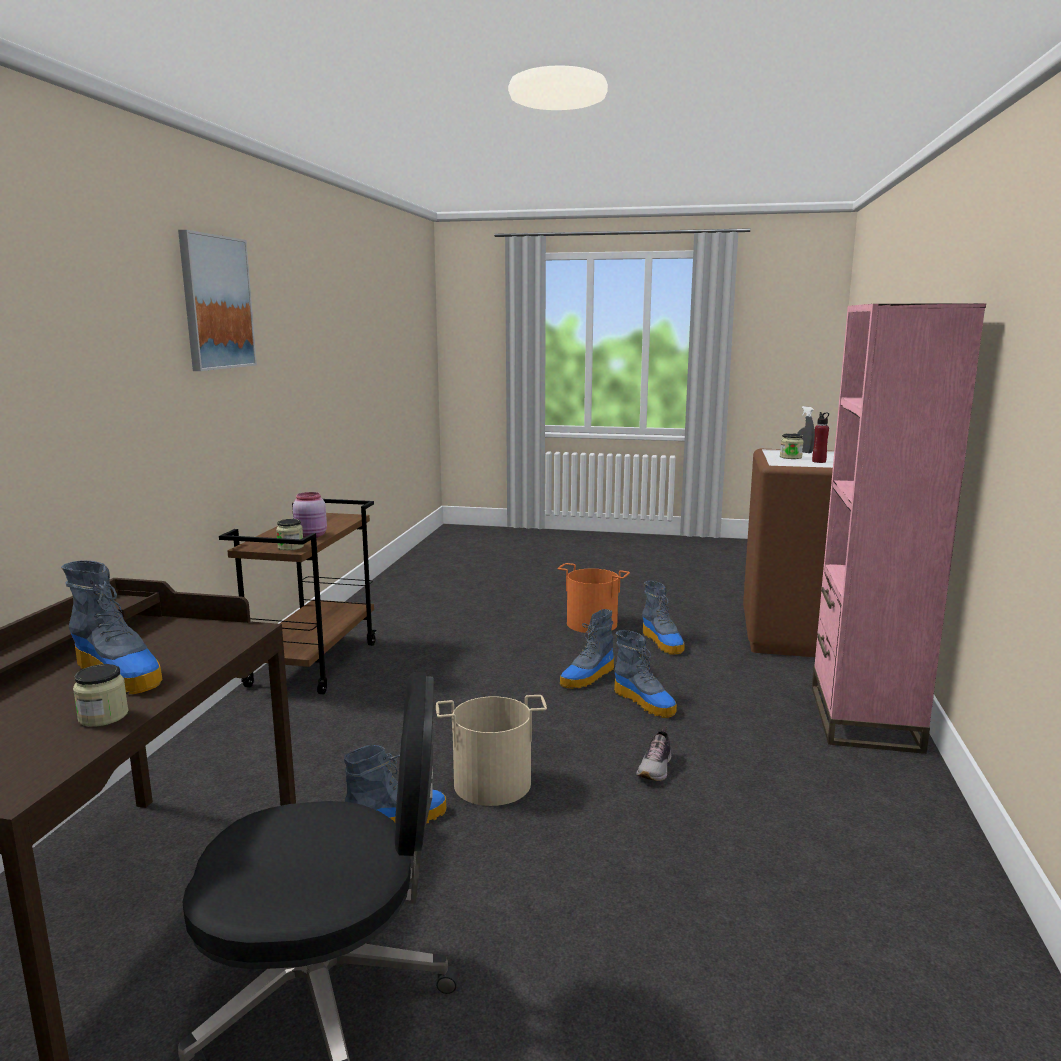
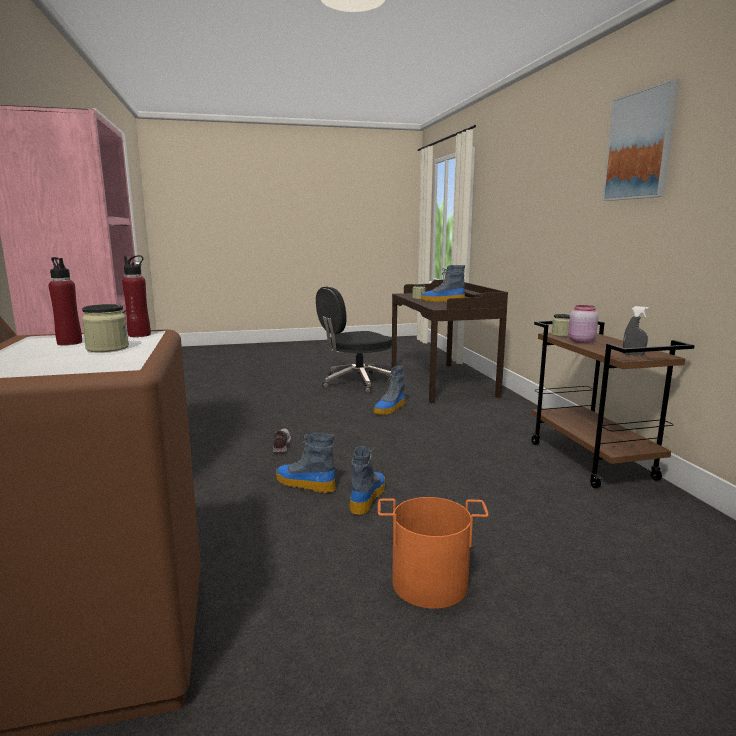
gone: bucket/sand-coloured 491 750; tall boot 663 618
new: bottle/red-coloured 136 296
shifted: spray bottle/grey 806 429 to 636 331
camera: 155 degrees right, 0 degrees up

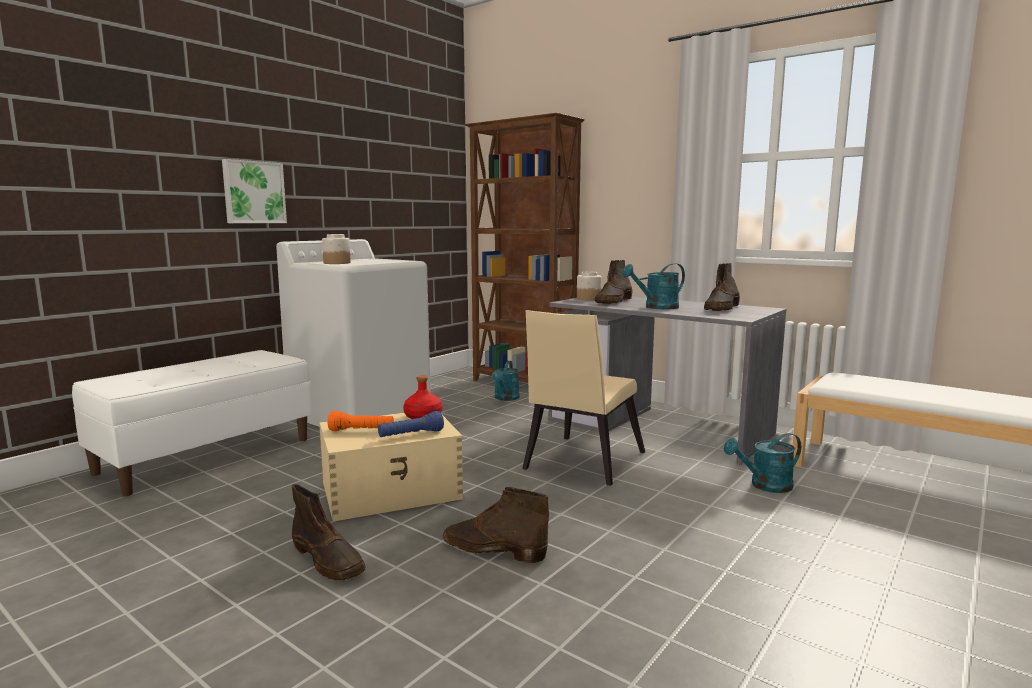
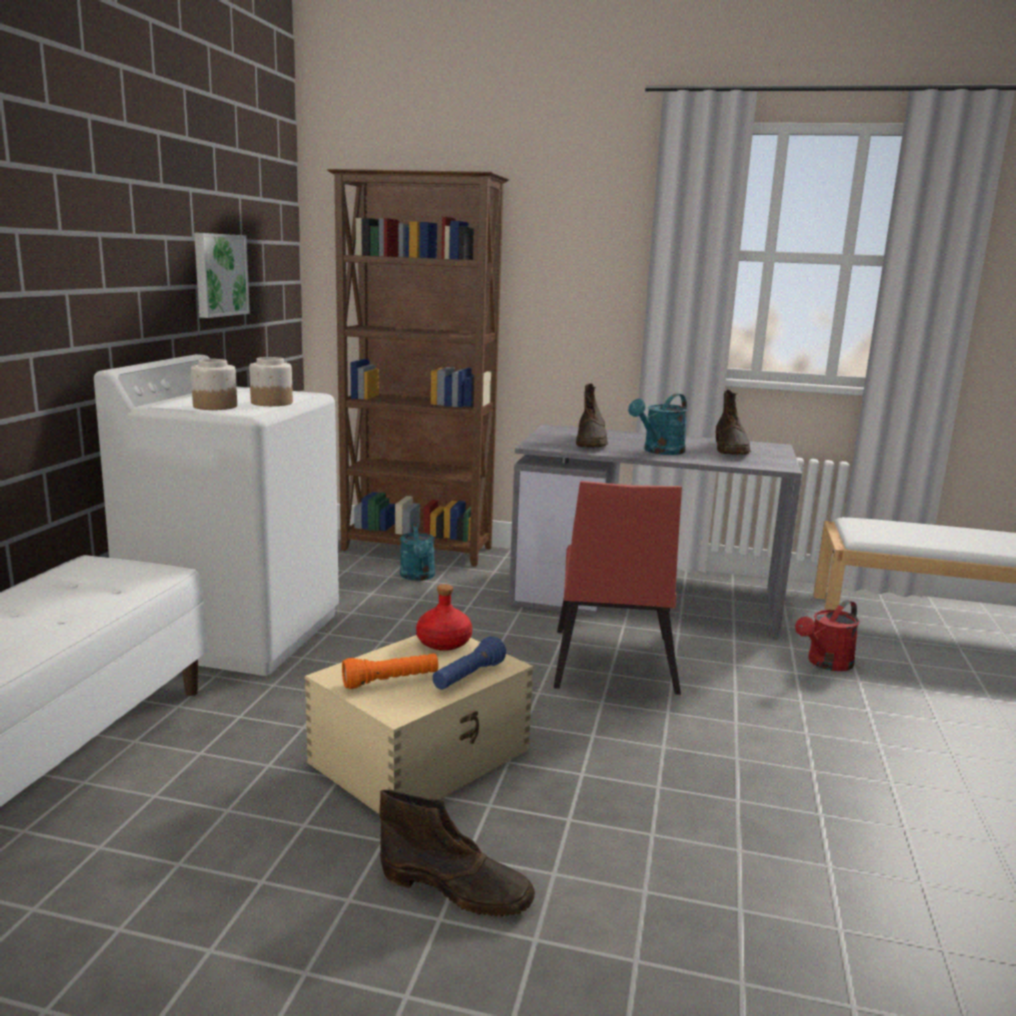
gone: tall boot/brown 496 525
shifted: wall art 254 191 to 222 275; storage jar 589 286 to 271 381
repainted: chair/sand-coloured 583 398 to chair/red-coloured 618 588; watering pot/turquoise 762 463 to watering pot/red-coloured 827 635
camera: 25 degrees left, 5 degrees up

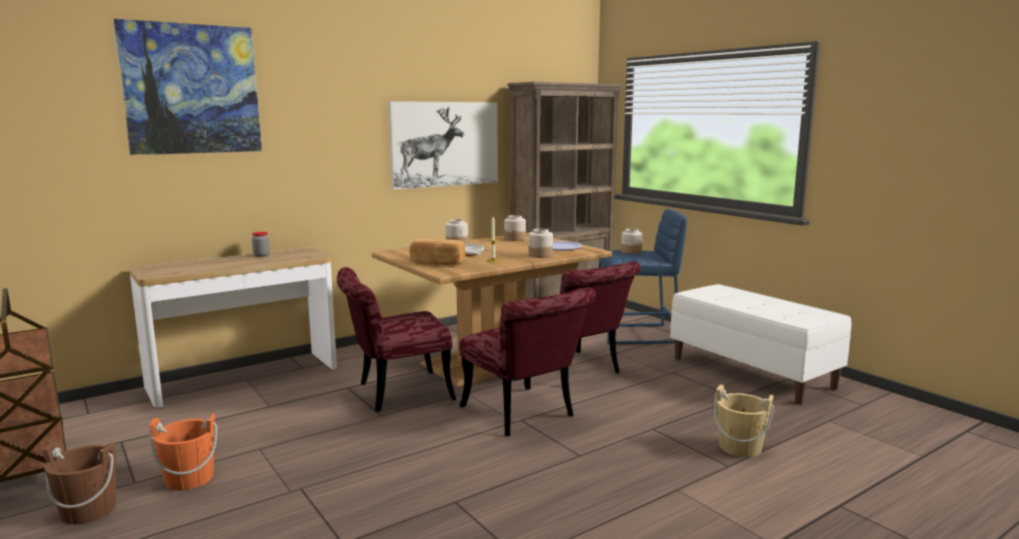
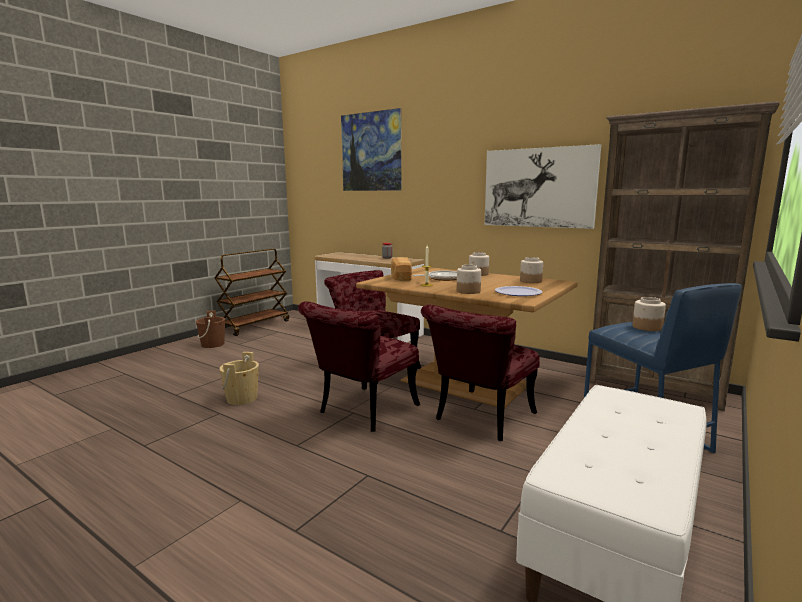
gone: bucket/orange 183 452
shifted: bucket/sand-coloured 744 421 to 239 378
camera: 70 degrees right, 0 degrees up

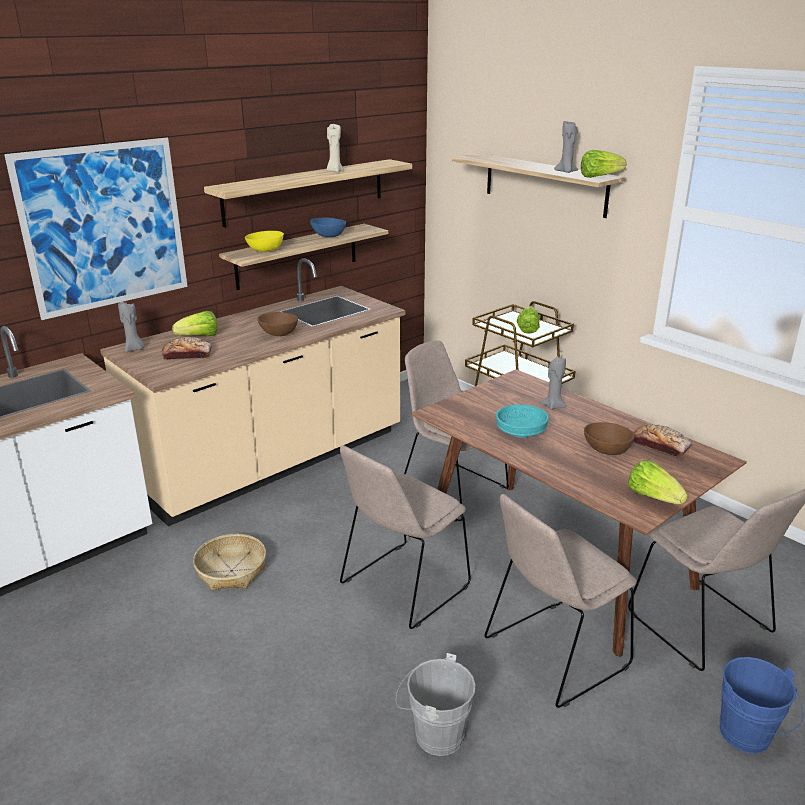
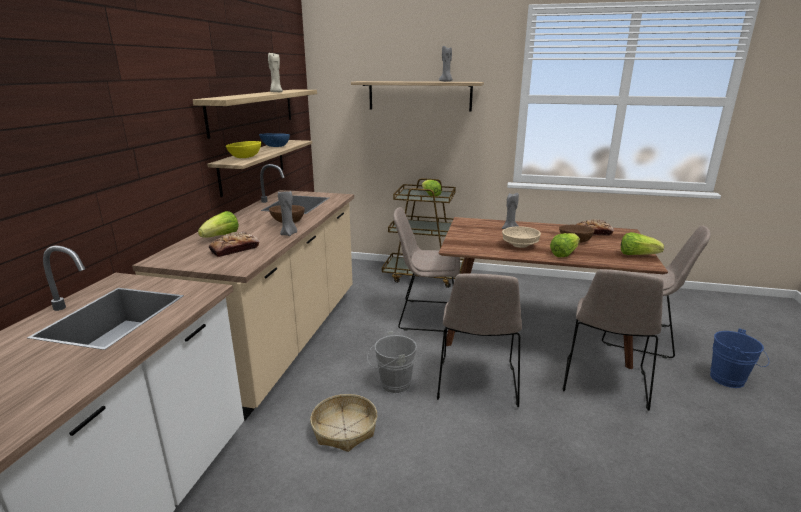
gone: wall art 96 229
shifted: wax light/grey 131 327 to 287 212; bucket/grey 436 704 to 392 362; lettuce head 603 164 to 565 245
repainted: bowl/turquoise 522 421 to bowl/sand-coloured 521 237
camera: 35 degrees left, 5 degrees down

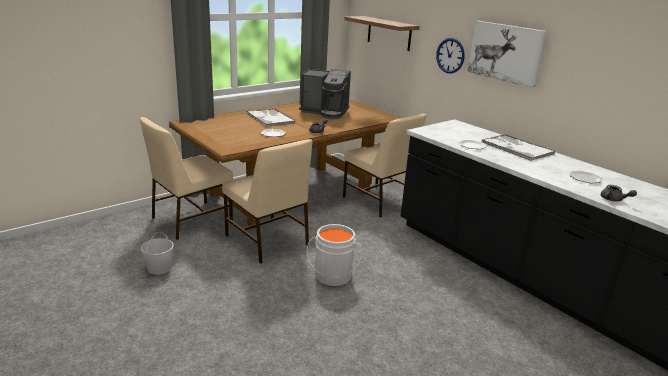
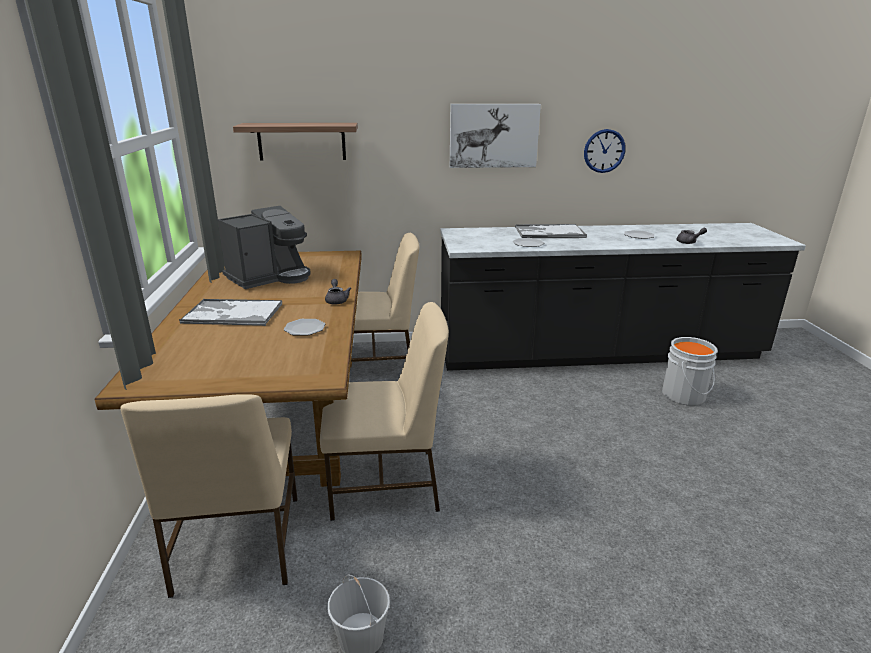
shifted: bucket/grey 334 255 to 690 371; hanging clock 450 55 to 605 151
camera: 55 degrees left, 0 degrees up

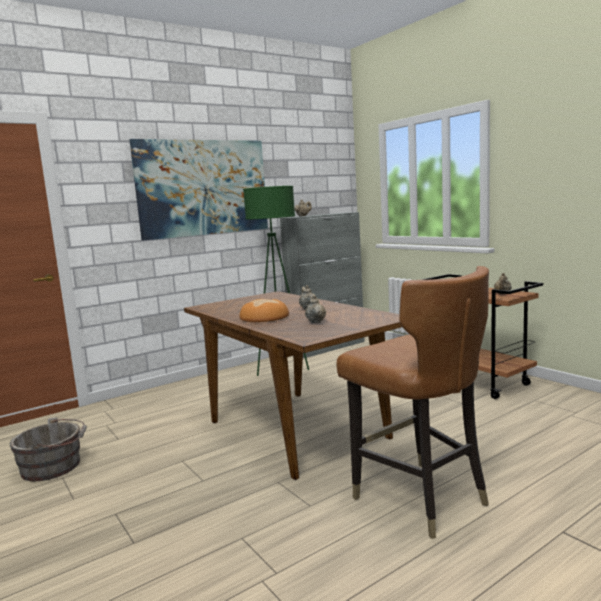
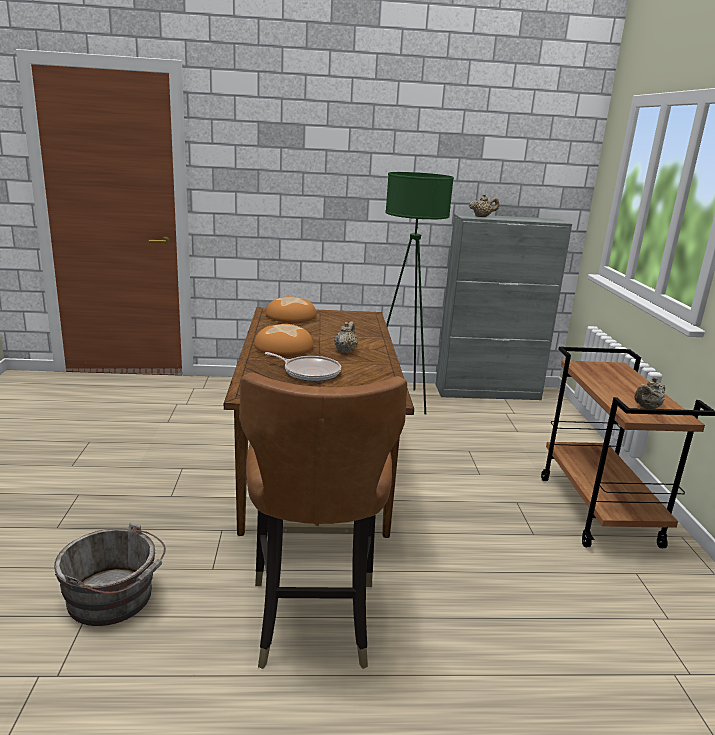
gone: wall art 198 190
new: bread 291 309
shifted: bucket/grey 48 449 to 110 574
swapped: teapot/sand-coloured 315 309 to pan 302 366
camera: 30 degrees right, 10 degrees up

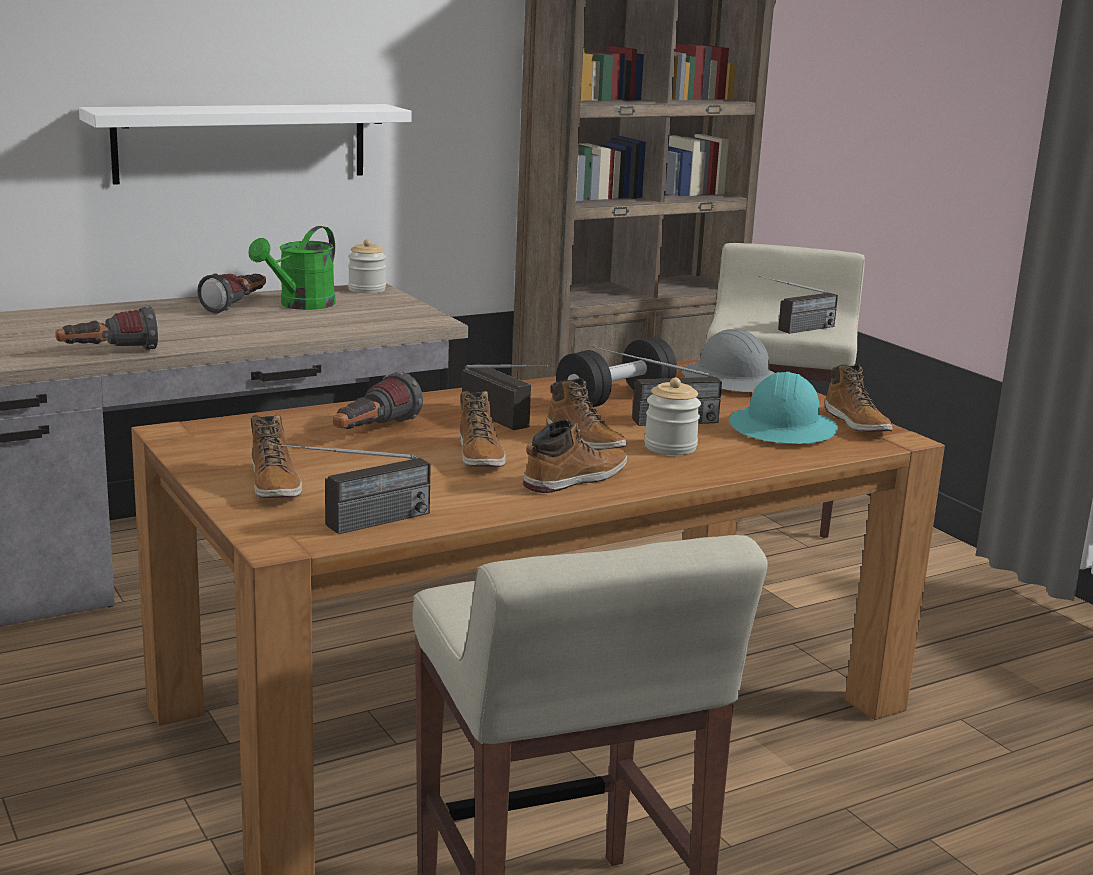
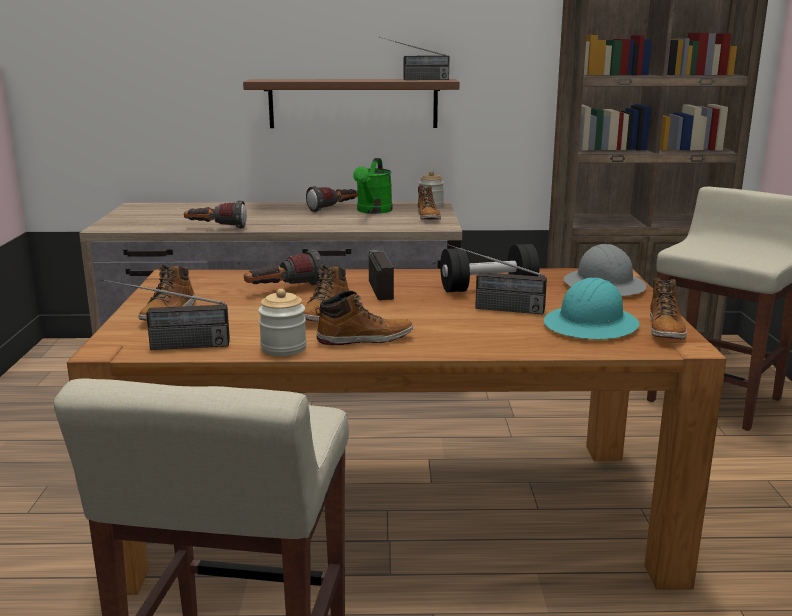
shifted: tall boot 587 414 to 429 202; storage jar 672 416 to 282 322; radio set 798 305 to 414 58
repainted: shelf/white-coloured 245 144 to shelf/brown 351 103
rotated: watering pot/green 292 268 = 373 186 45 degrees counterclockwise
camera: 30 degrees right, 0 degrees up

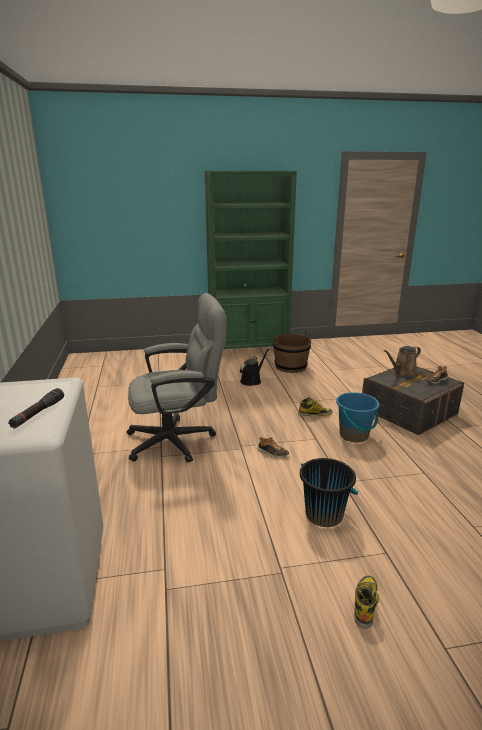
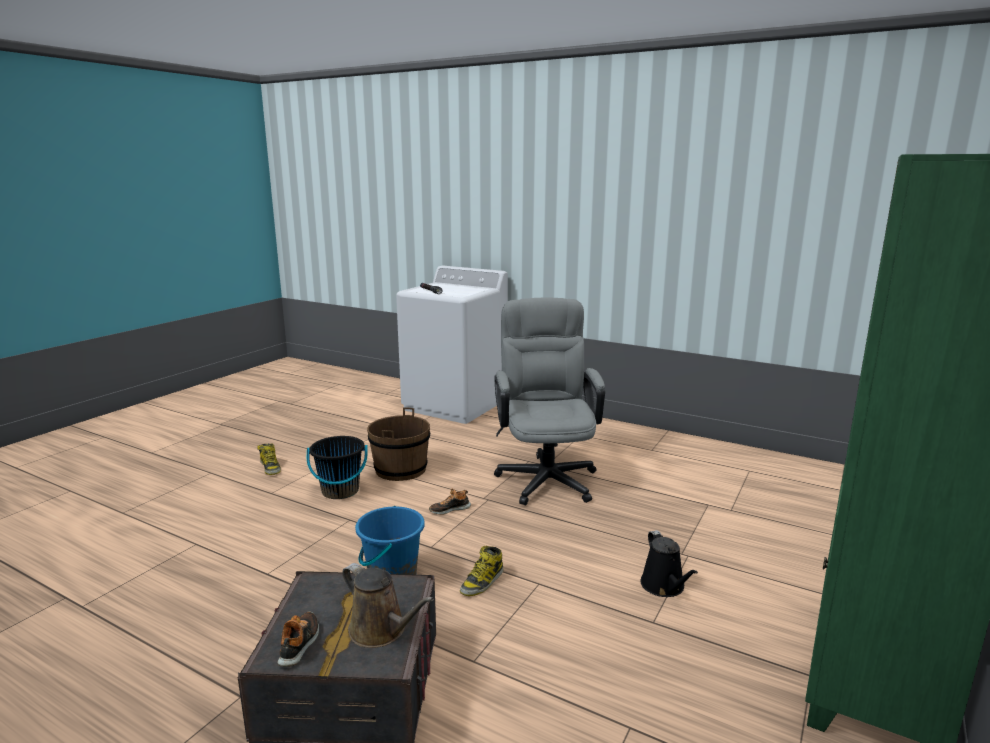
shifted: bucket/brown 292 352 to 398 444
rotated: computer chair/grey 176 378 = 549 401 150 degrees clockwise; watering pot/brown 402 361 = 388 605 120 degrees clockwise
camera: 130 degrees right, 5 degrees down

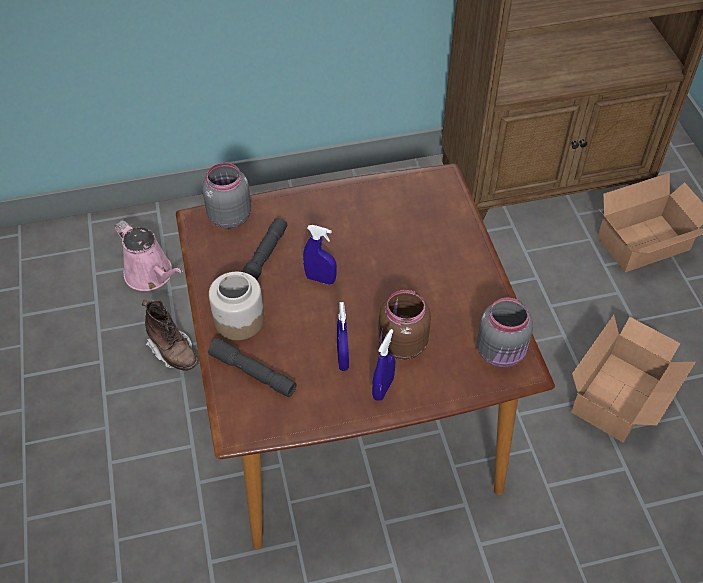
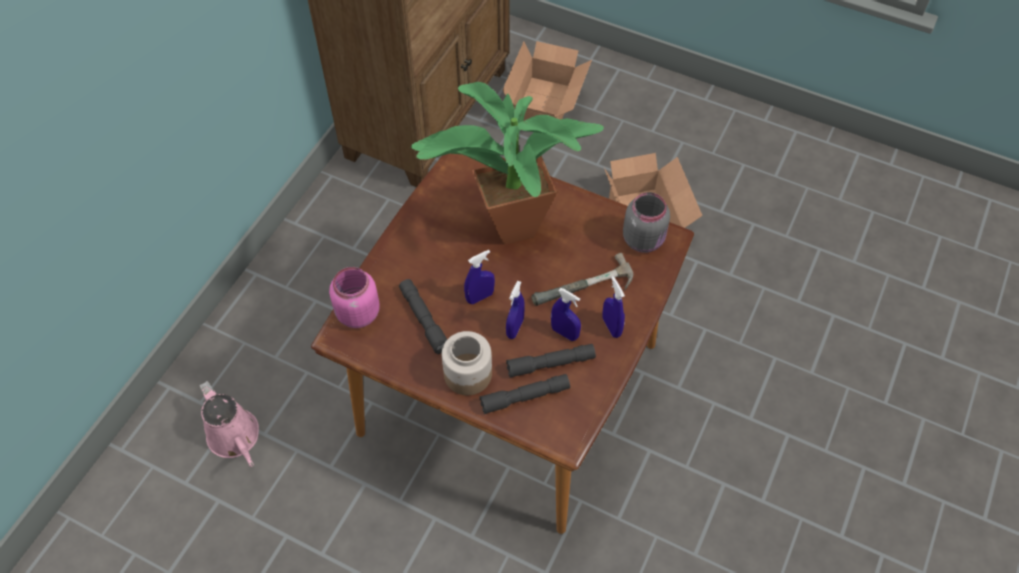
gone: tall boot/brown 170 335
new: plant in a pot 507 163; spray bottle/blue 515 310; torch/grey 551 361
swapped: storage jar/brown 404 325 to hand hammer 582 279
repainted: storage jar/grey 226 196 to storage jar/pink-coloured 354 297
rotated: watering pot/pink-coloured 149 255 = 229 424 60 degrees clockwise
camera: 50 degrees left, 5 degrees up

